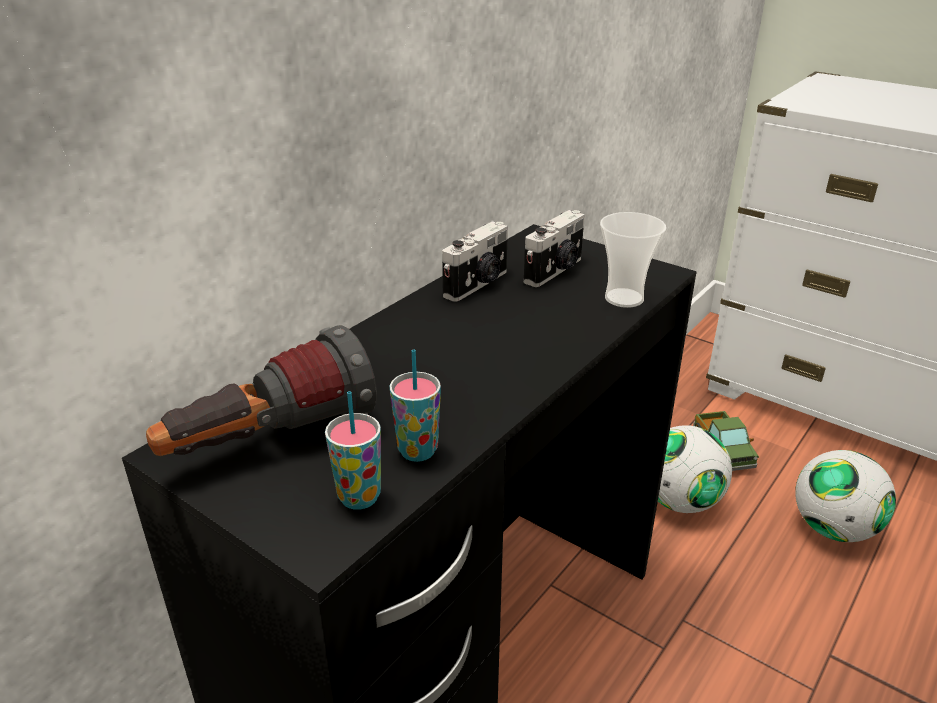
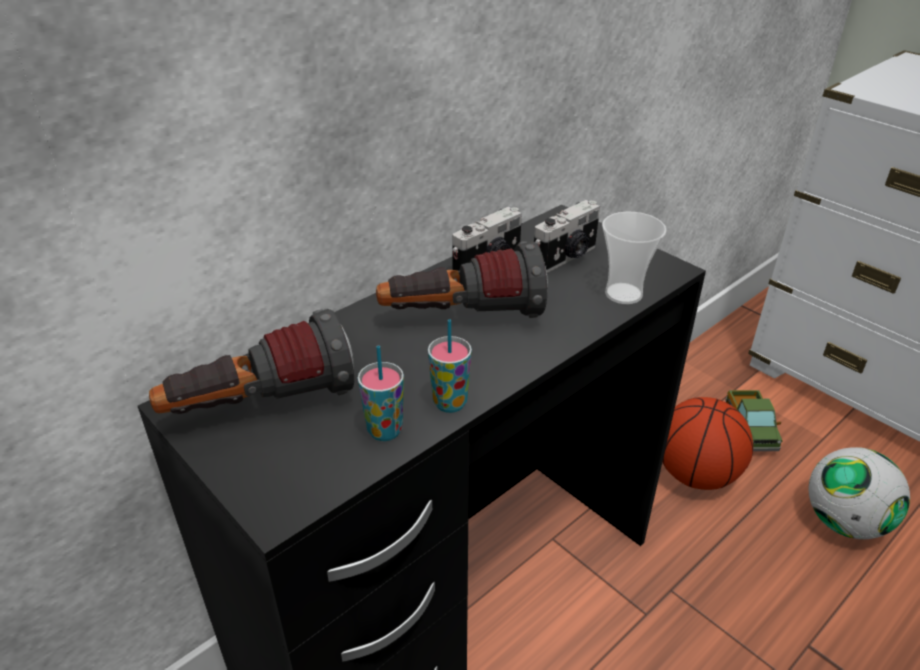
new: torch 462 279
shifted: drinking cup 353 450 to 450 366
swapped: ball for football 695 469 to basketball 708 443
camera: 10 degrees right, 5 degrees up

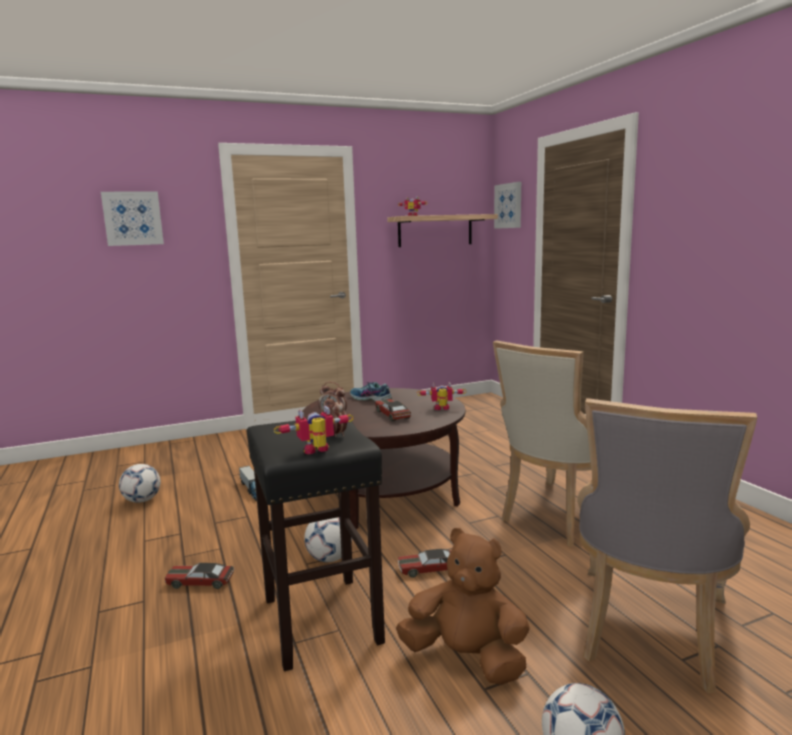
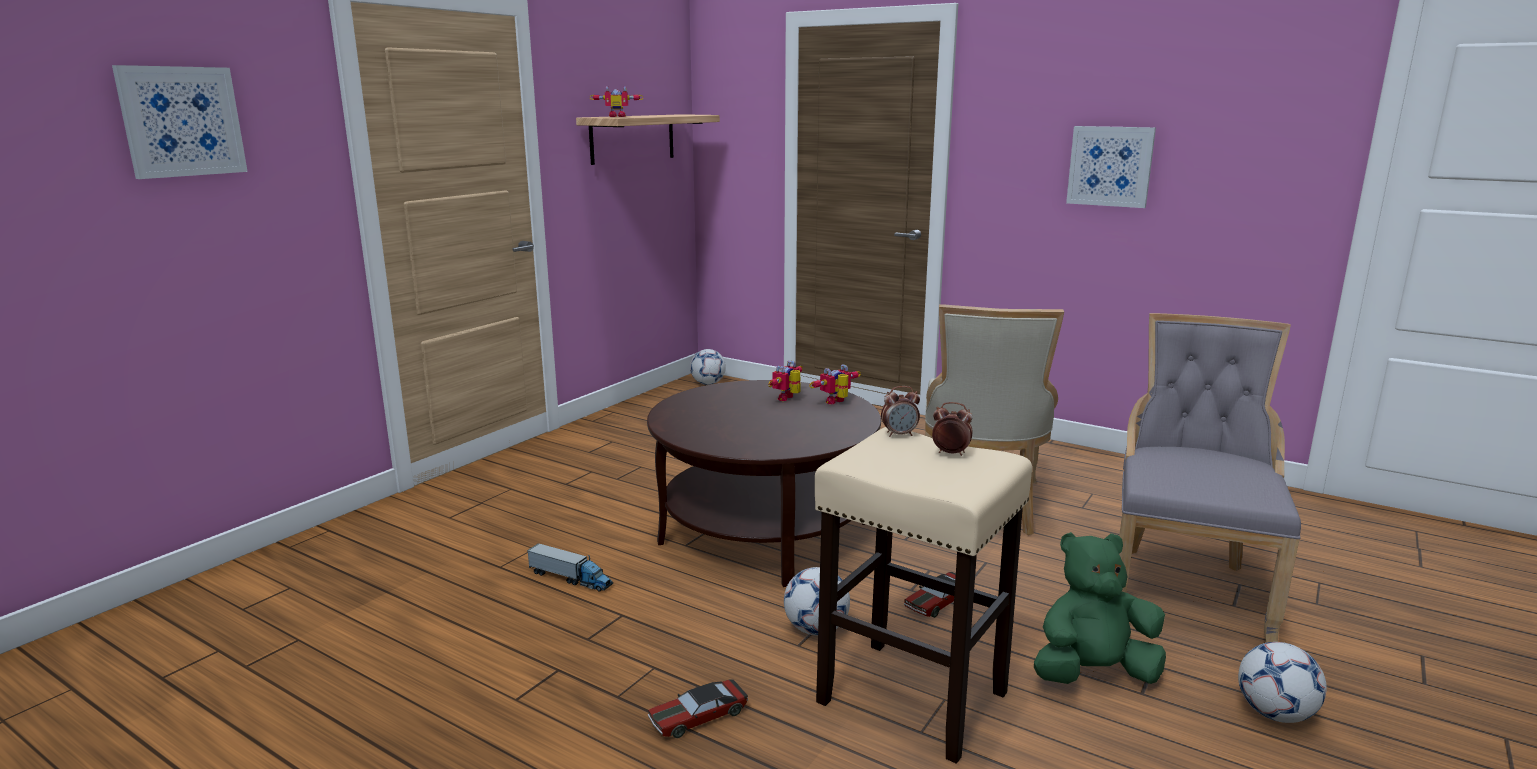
gone: shoe 371 391; model car 393 410
shifted: ball for football 140 483 to 708 367; toy robot 313 430 to 785 380; wall art 507 205 to 1111 167
repainted: stool/black-coloured 316 544 to stool/sand-coloured 923 595; soft toy/brown 463 606 to soft toy/green 1100 608
rotated: chair/grey 667 545 = 1210 478 150 degrees counterclockwise
camera: 35 degrees left, 5 degrees up

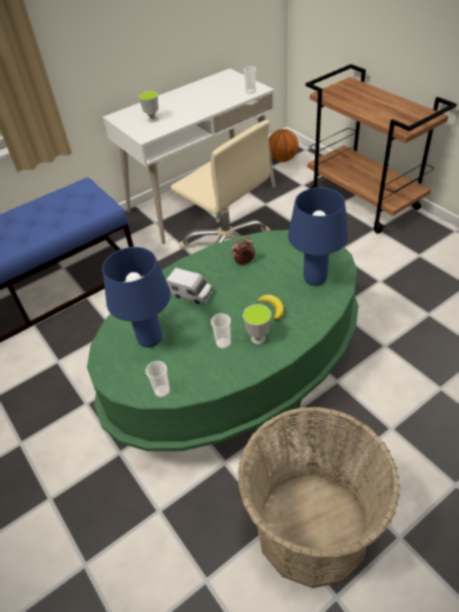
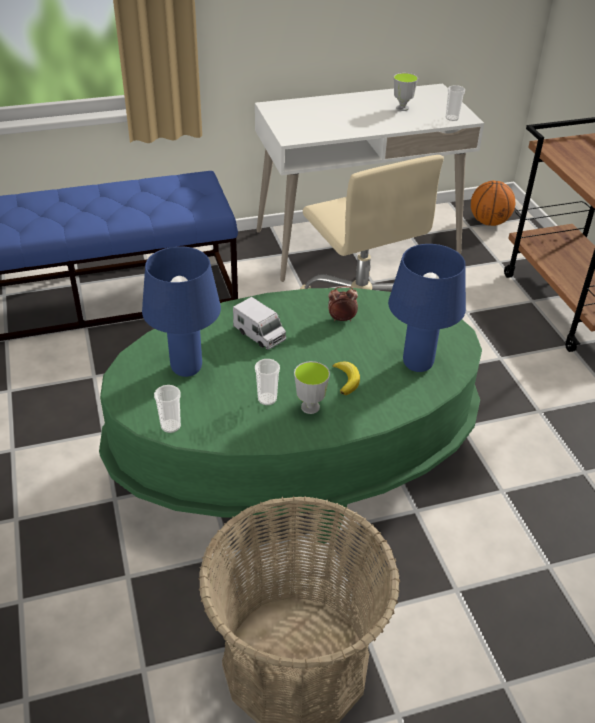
shifted: drinking cup 148 106 to 406 92
camera: 15 degrees right, 5 degrees down

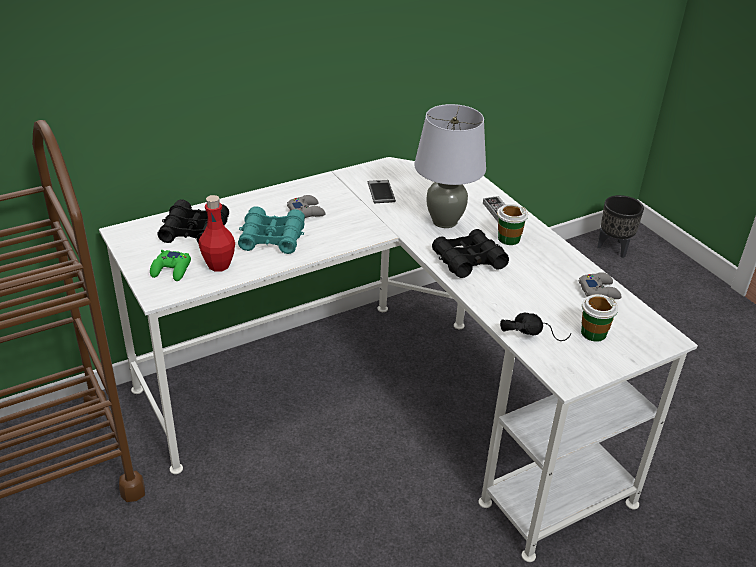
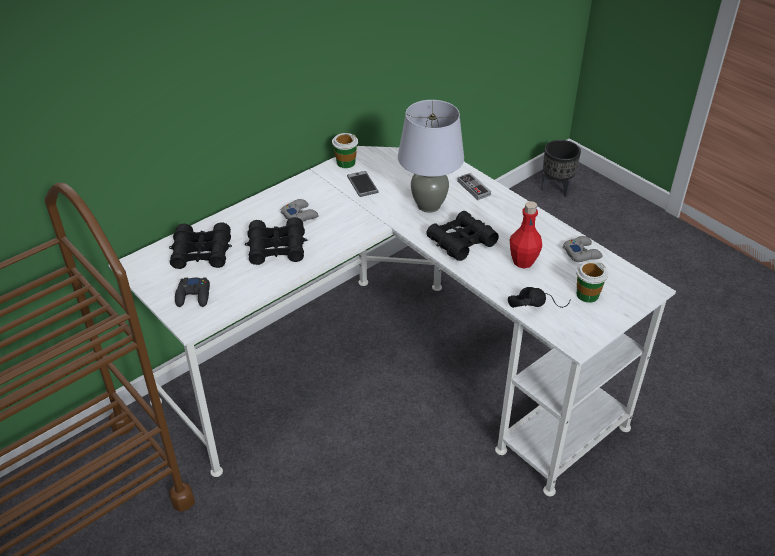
shifted: bottle/red-coloured 216 233 to 526 235; drinking cup 512 224 to 345 150
repainted: gamepad/green 170 265 to gamepad/black-coloured 192 292; pair of binoculars/turquoise 271 230 to pair of binoculars/black-coloured 276 241
camera: 10 degrees left, 5 degrees up

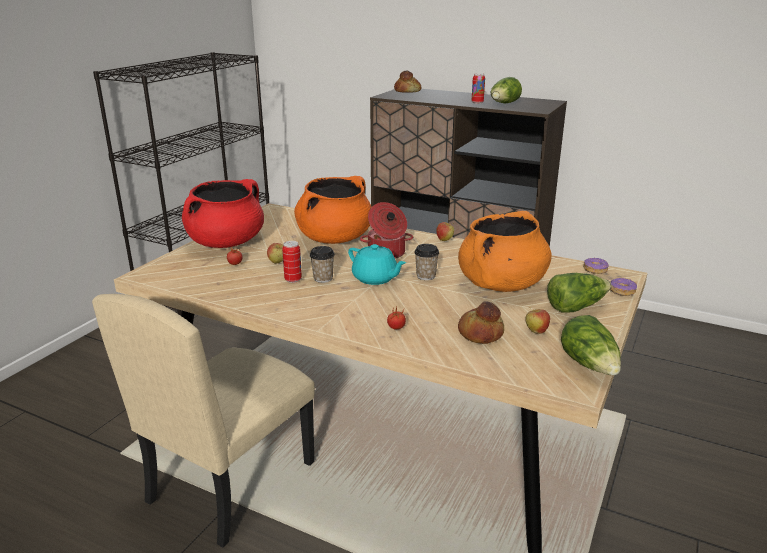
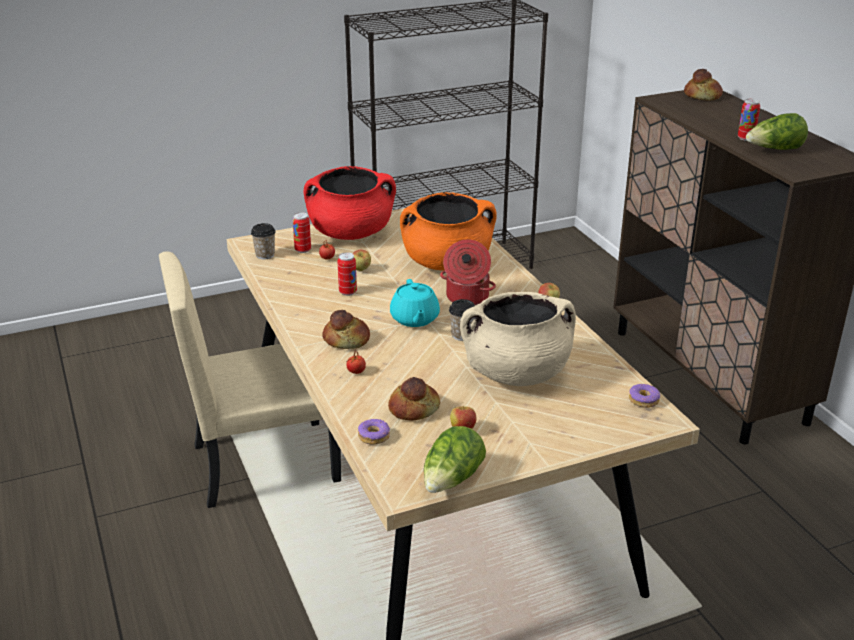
gone: lettuce head 579 293
new: can 302 232; bread 346 329
shifted: drinking cup 322 264 to 263 241; ring doughnut 623 287 to 374 432
repainted: stockpot/orange 505 251 to stockpot/sand-coloured 518 339
camera: 40 degrees right, 5 degrees up

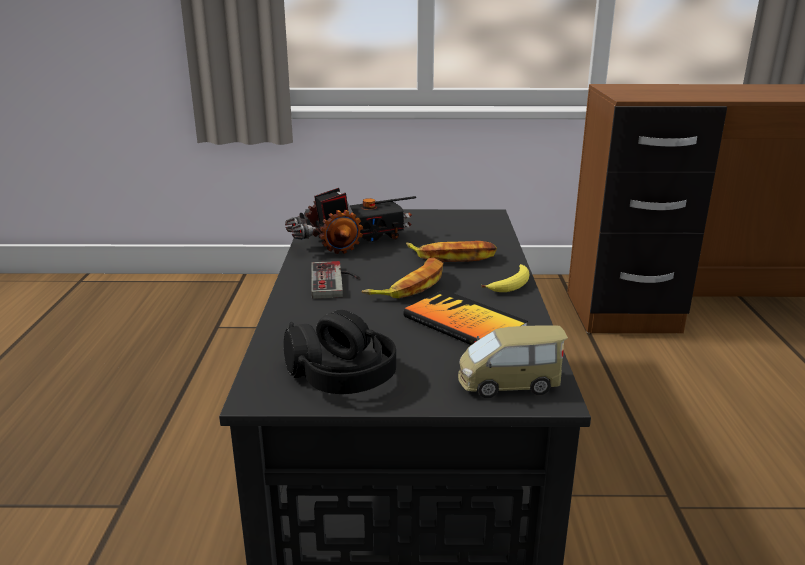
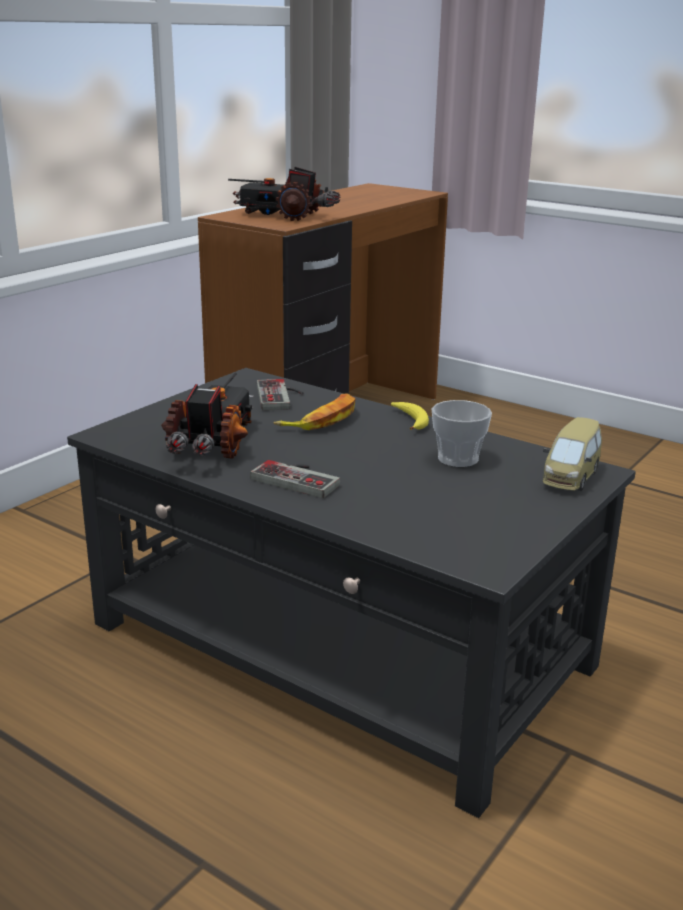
gone: pair of headphones/black-coloured 340 352; whole banana 402 278
new: model truck 284 194; gamepad 280 394
swapped: bound book 465 317 to drinking cup 461 433
camera: 55 degrees left, 0 degrees up

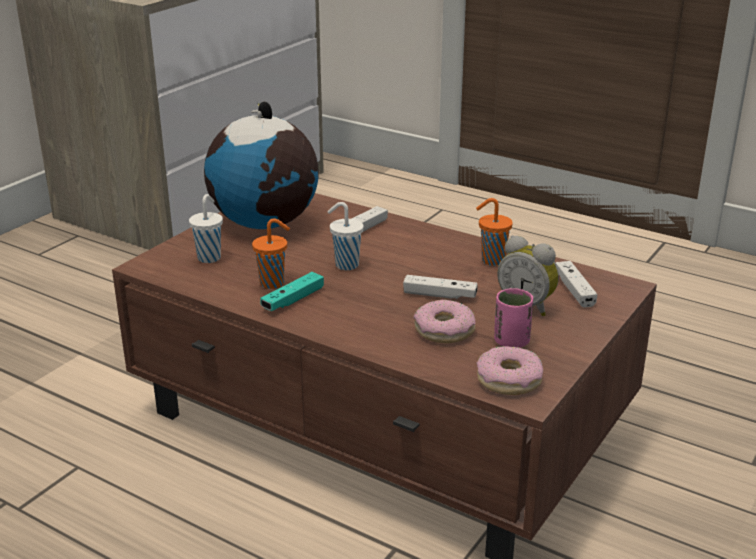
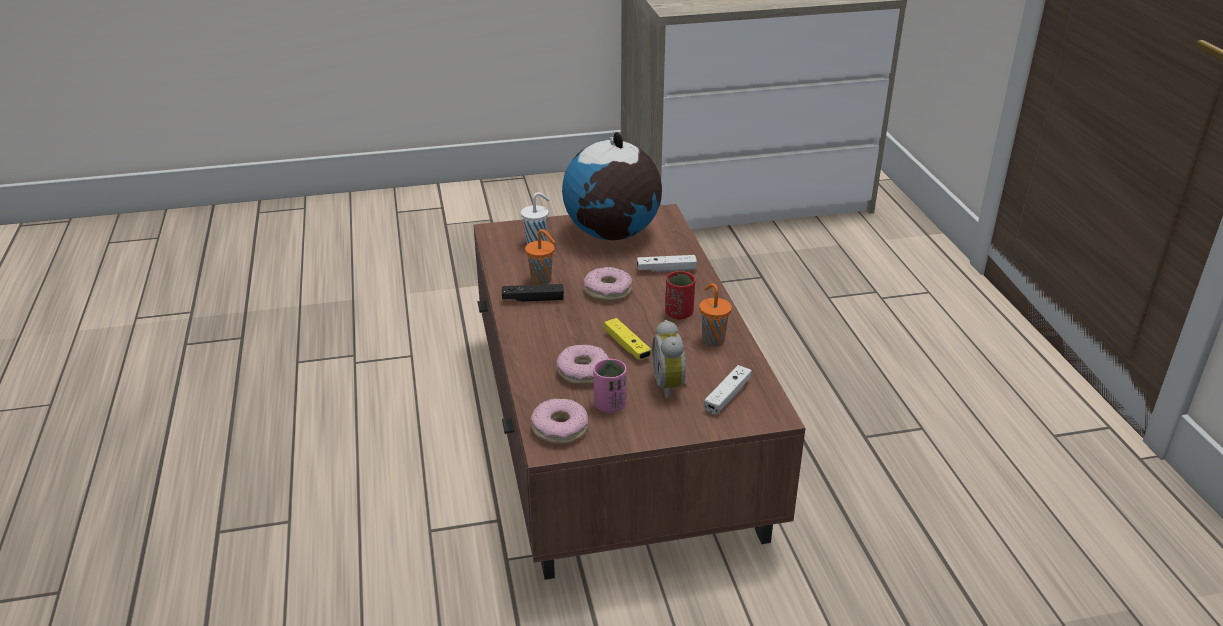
new: drinking cup/red-coloured 680 295
swapped: drinking cup/white-coloured 345 236 to ring doughnut 608 284
repainted: gamepad/turquoise 292 291 to gamepad/black-coloured 533 293; gamepad/white-coloured 440 287 to gamepad/yellow 627 339
camera: 45 degrees right, 5 degrees up

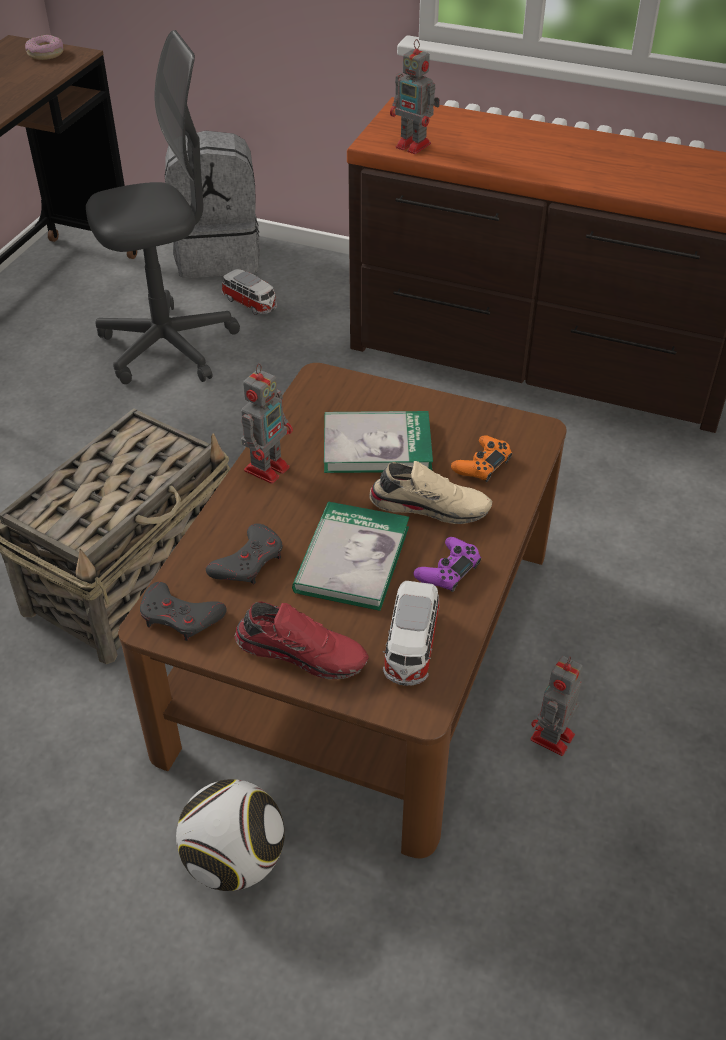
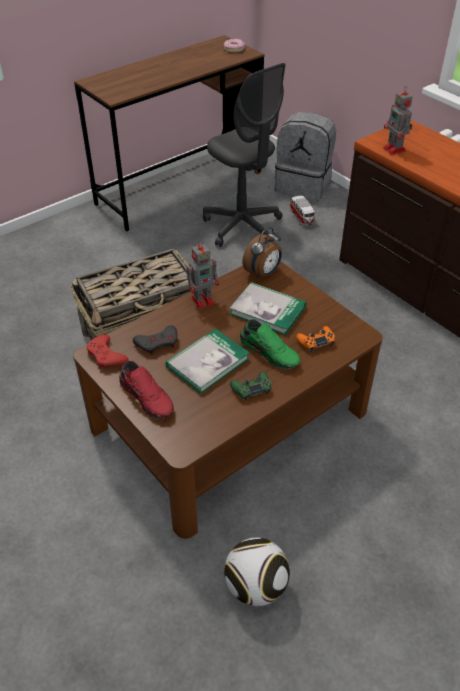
gone: model car 411 633; toy robot 557 706
new: table clock 262 253
shifted: ball for football 230 835 to 257 571
repainted: gamepad/grey 183 611 to gamepad/red-coloured 107 351; shoe/sand-coloured 430 492 to shoe/green 269 344; gamepad/purple-coloured 447 564 to gamepad/green 250 386
rotated: computer chair/grey 163 207 = 244 155 45 degrees clockwise
camera: 30 degrees right, 0 degrees up

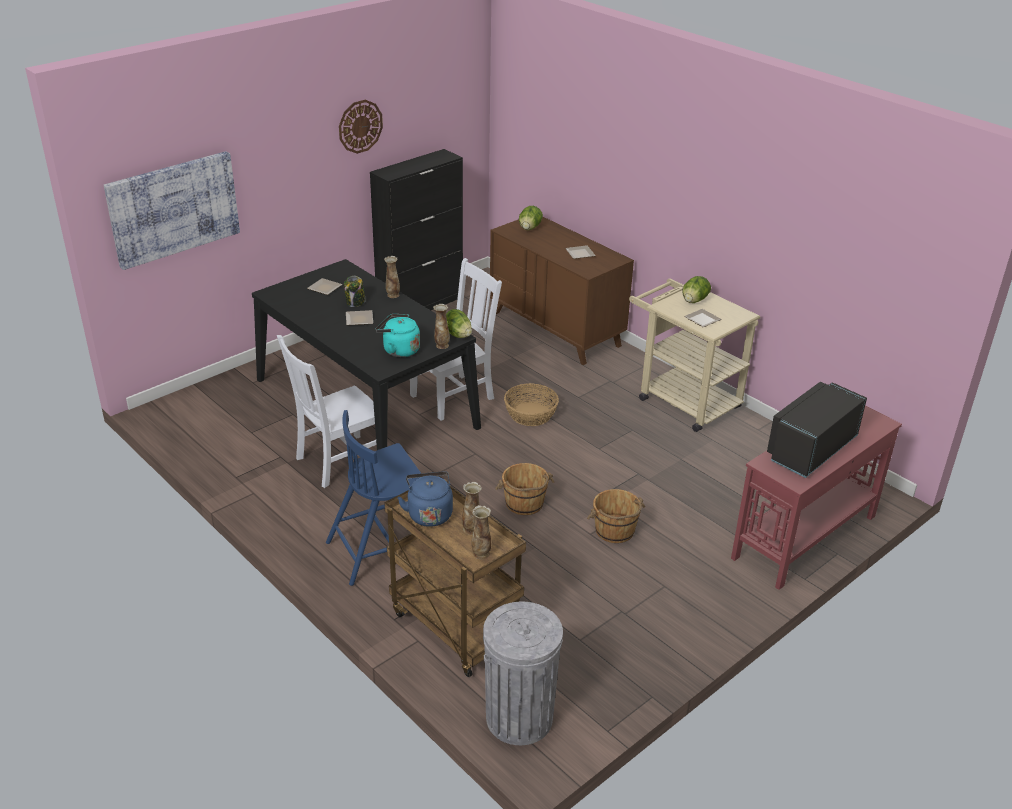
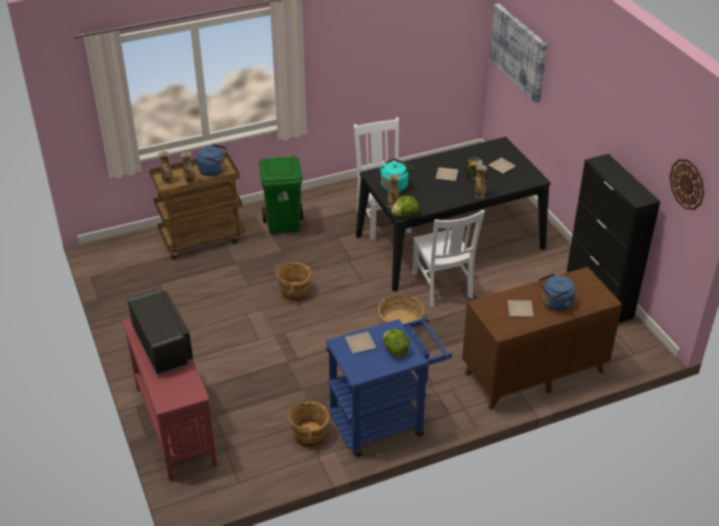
gone: waste bin/grey 523 673; lettuce head 531 218
new: water kettle/blue 556 292
shifted: hanging clock 361 127 to 686 184; bucket/brown 616 516 to 308 423
swapped: chair/blue 373 498 to waste bin/green 281 194
repainted: wheeled cart/sand-coloured 695 355 to wheeled cart/blue 388 387
camera: 110 degrees right, 5 degrees up

